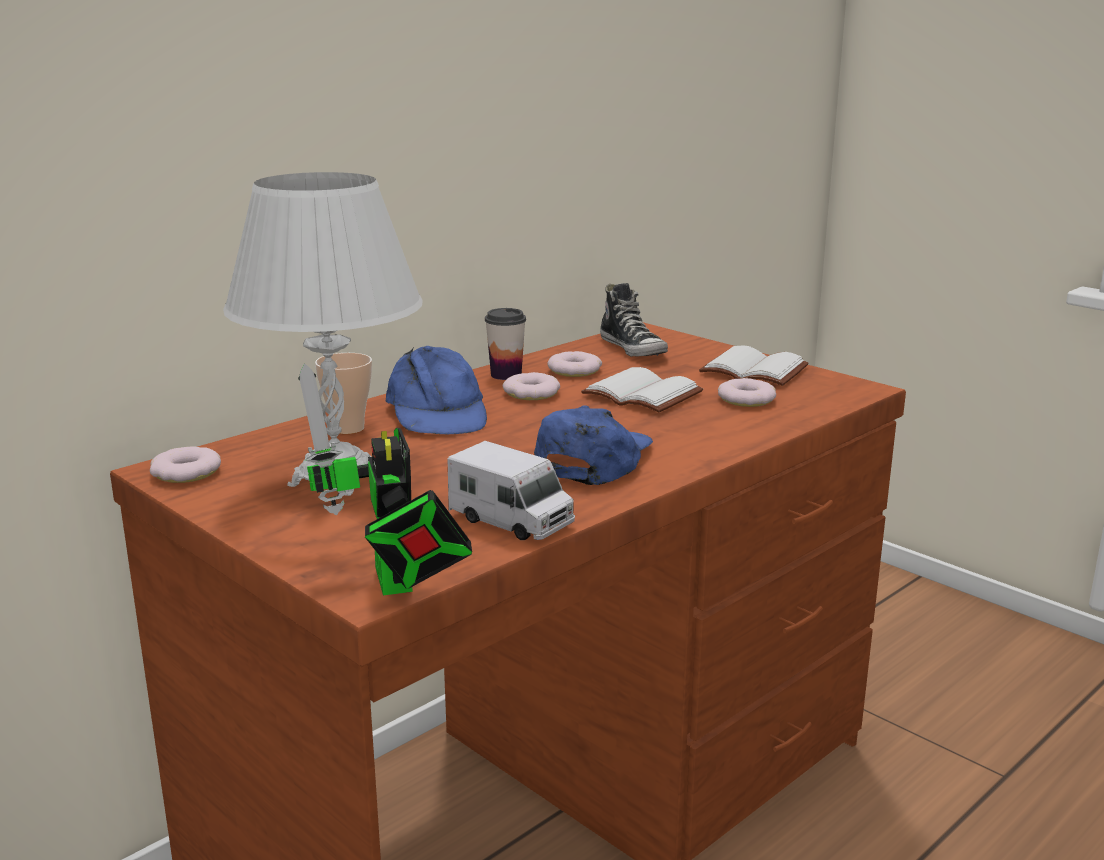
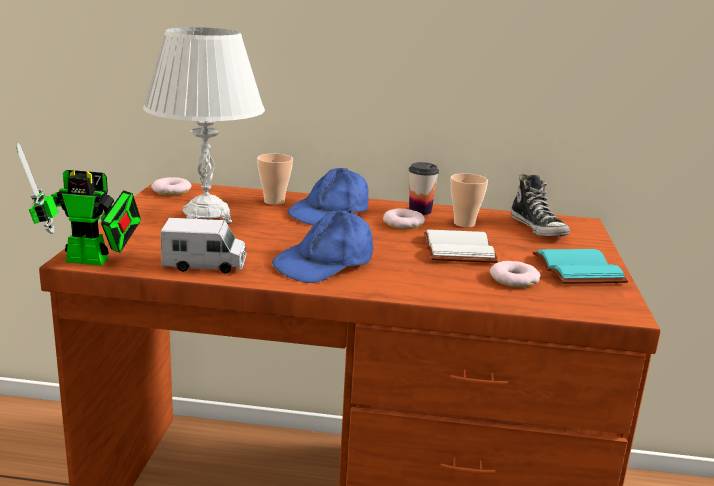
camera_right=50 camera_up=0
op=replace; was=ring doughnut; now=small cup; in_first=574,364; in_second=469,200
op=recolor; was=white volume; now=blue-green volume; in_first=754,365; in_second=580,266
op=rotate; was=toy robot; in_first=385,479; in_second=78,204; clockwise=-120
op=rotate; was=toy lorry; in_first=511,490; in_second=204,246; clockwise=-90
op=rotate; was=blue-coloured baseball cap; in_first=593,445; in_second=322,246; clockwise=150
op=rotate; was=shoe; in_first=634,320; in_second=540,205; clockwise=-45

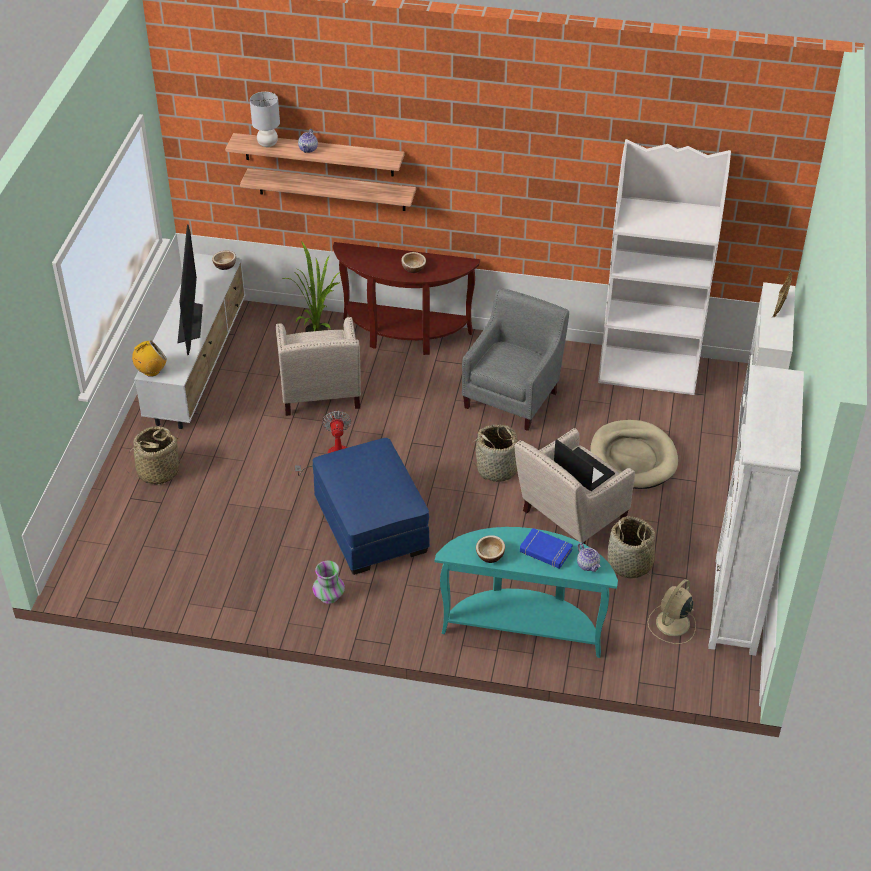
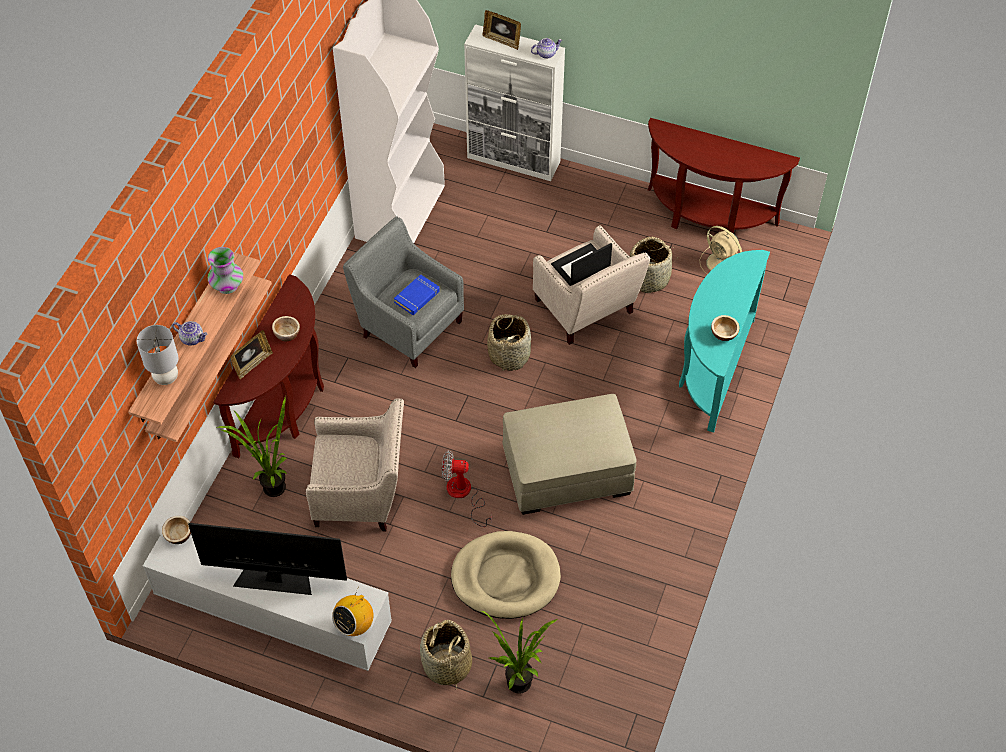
camera_right=-80 camera_up=10
op=insert; now=standing frame; in_second=252,354
op=insert; now=houseplant; in_second=519,652
op=move; was=flower vase; in_first=328,582; in_second=225,270
op=move; was=blue-coloured volume; in_first=546,548; in_second=417,294
op=move; was=tea pot; in_first=588,557; in_second=546,48
op=move; was=beige-coloured dog cushion; in_first=634,454; in_second=506,575
op=replace; was=white bookcase; now=brown-coloured hall table; in_first=756,510; in_second=724,175
op=recolor; was=blue-coloured pouffe; now=beige-coloured pouffe; in_first=371,506; in_second=569,454
op=rotate; was=radio set; in_first=149,358; in_second=353,612; clockwise=-120

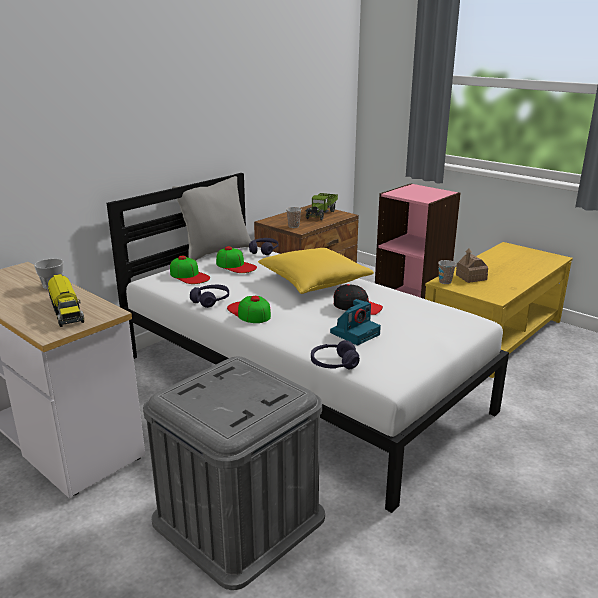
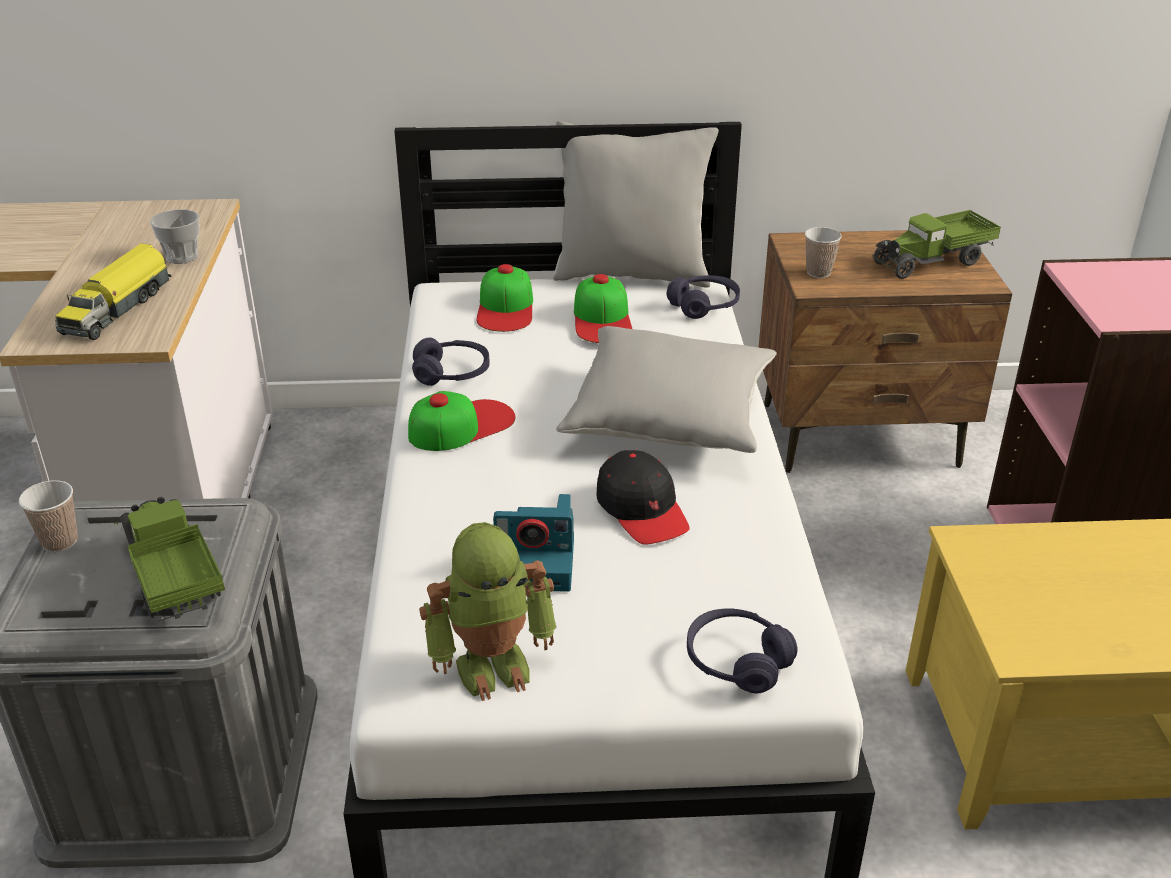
camera_right=45 camera_up=10
op=delete; was=toy house; in_first=472,265
op=insert; now=toy lorry; in_second=169,559
op=insert; now=toy robot; in_second=487,611
op=move; was=purple-coloured headset; in_first=335,355; in_second=742,650
op=move; was=small cup; in_first=447,272; in_second=48,516
op=recolor; was=yellow cushion; now=greyish cushion; in_first=316,271; in_second=666,389
op=rotate; was=baseball cap; in_first=249,309; in_second=462,421; clockwise=45

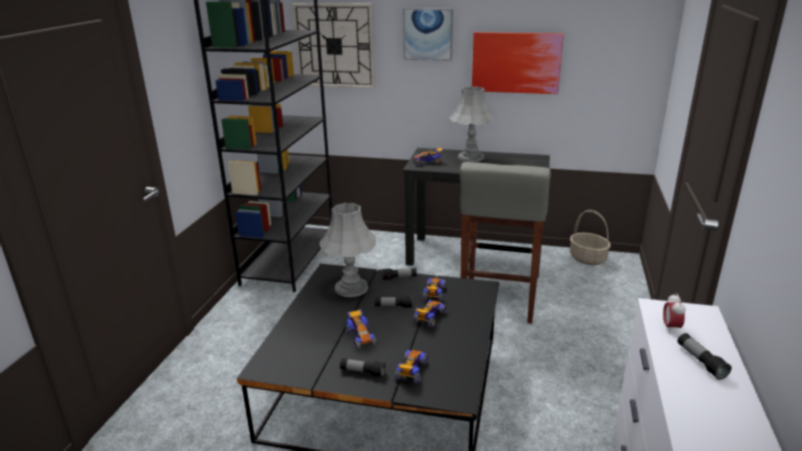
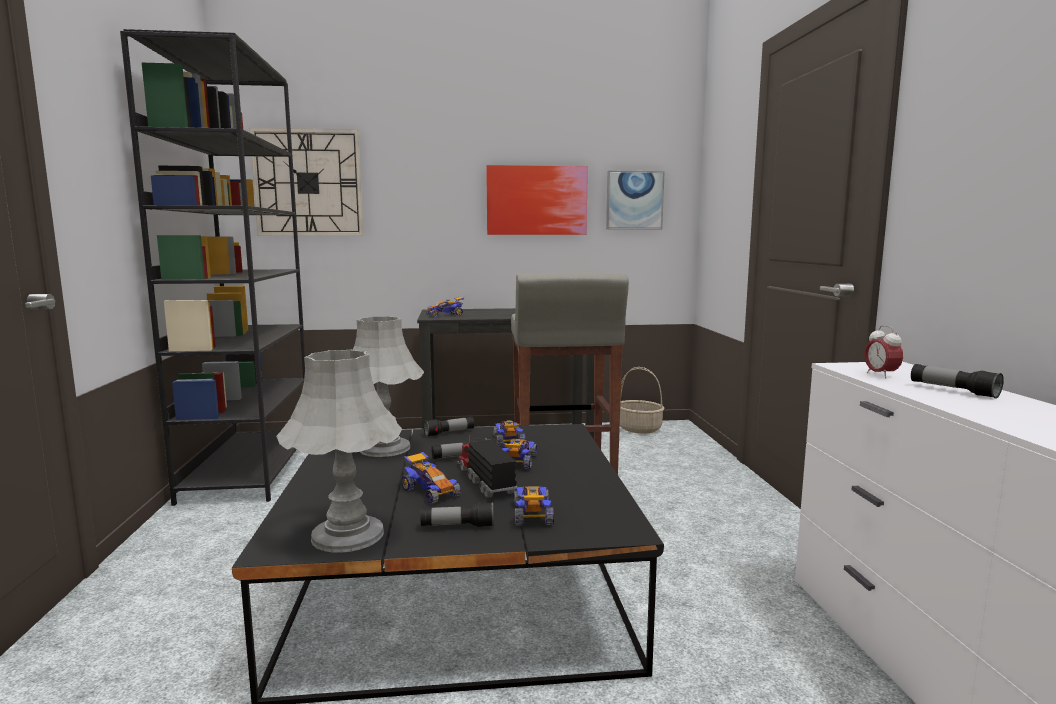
camera_right=-20 camera_up=-15
op=insert; now=toy lorry; in_second=487,466
op=move; was=wall picture; in_first=428,34; in_second=635,199
op=move; was=greyish table lamp; in_first=472,124; in_second=339,451

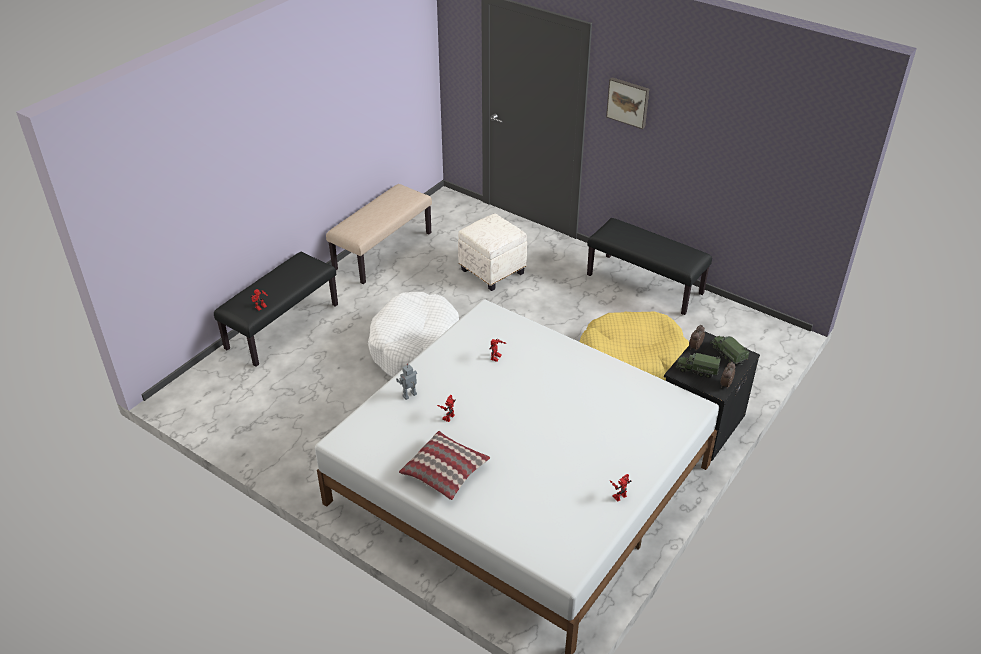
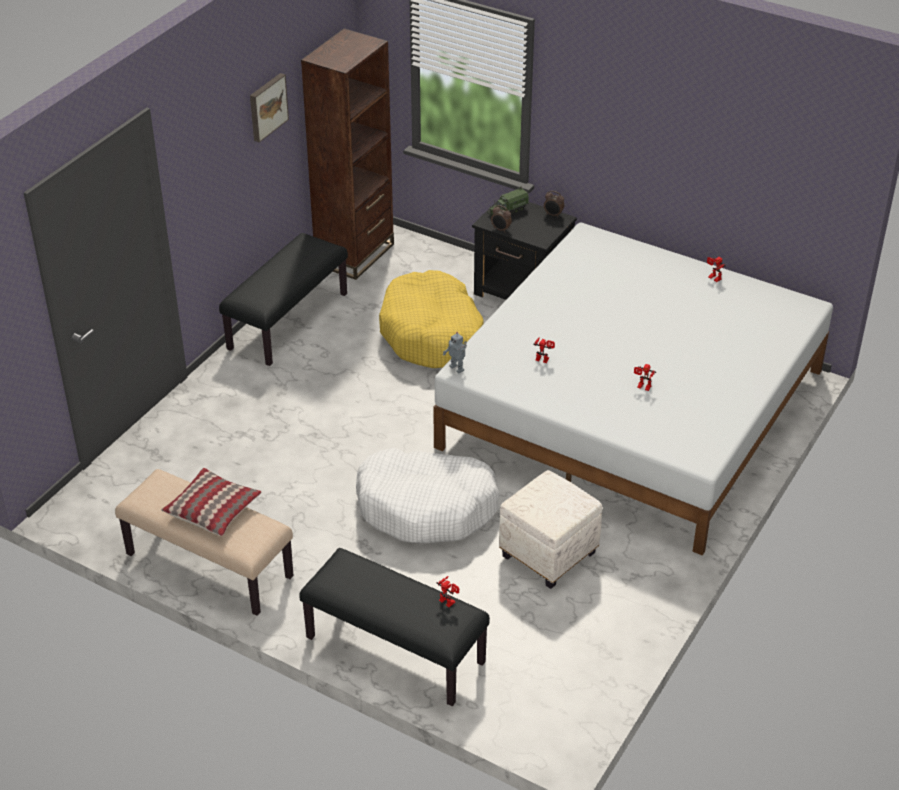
camera_right=-95 camera_up=0
op=delete; was=toy lorry; in_first=698,365
op=insert; now=brown-coloured bookcase; in_second=347,154
op=move; was=toy robot; in_first=406,382; in_second=455,352
op=move; was=cushion; in_first=444,465; in_second=211,502
op=move; was=white pouffe; in_first=492,252; in_second=551,529
op=move; was=wall picture; in_first=627,103; in_second=269,107

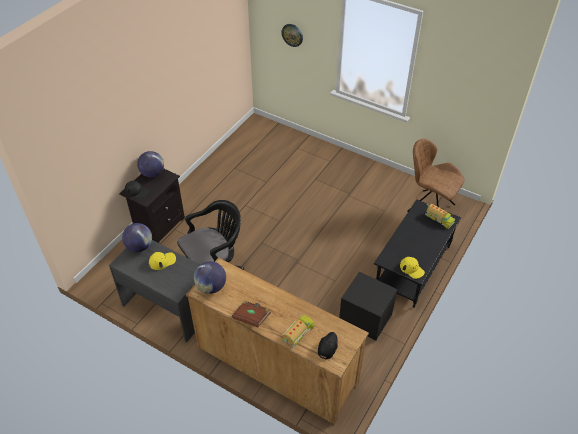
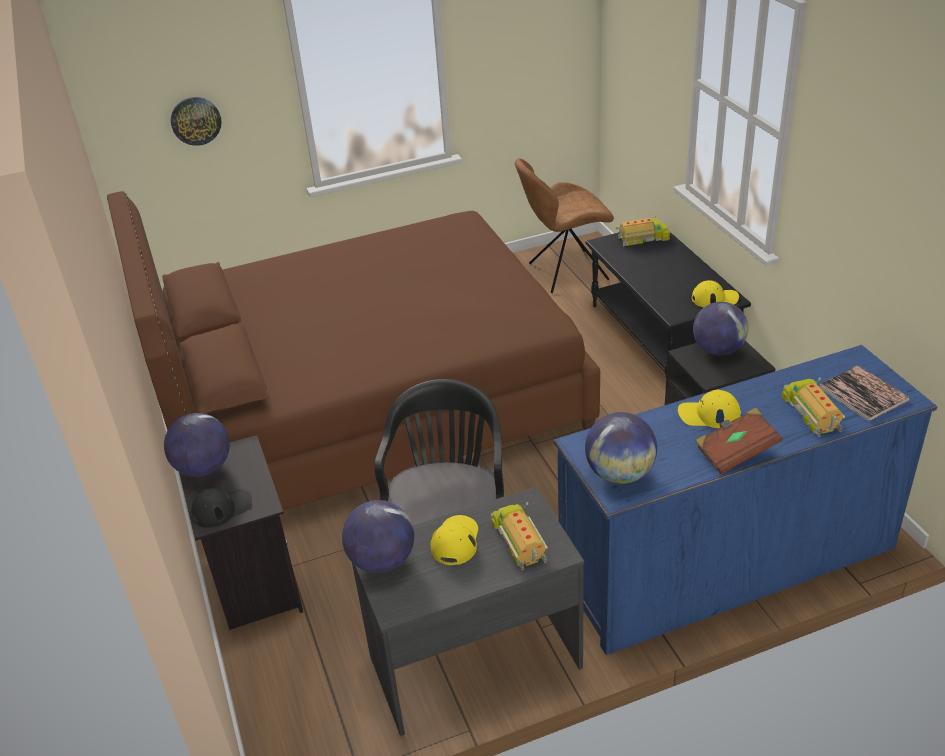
camera_right=-50 camera_up=-10
op=insert; now=brown-coloured bed; in_second=353,351
op=insert; now=toy lorry; in_second=519,536
op=insert; now=yellow baseball cap; in_second=709,409
op=insert; now=world globe; in_second=720,328
op=replace; was=black baseball cap; now=volume; in_first=328,346; in_second=865,393
op=recolor; was=brown-coloured drawer chest; now=blue-coloured drawer chest; in_first=277,341; in_second=745,500

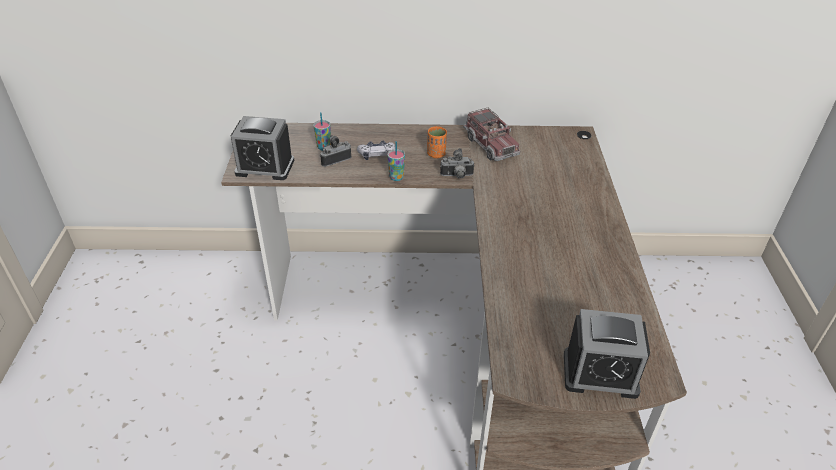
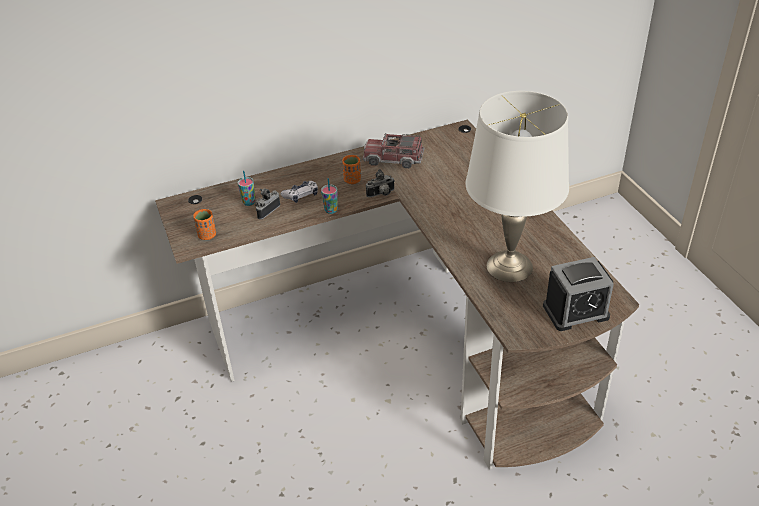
camera_right=-20 camera_up=0
op=insert; now=white table lamp; in_second=517,186
op=replace; was=alarm clock; now=orange small cup; in_first=262,148; in_second=204,224
op=rotate; was=toy lorry; in_first=491,134; in_second=394,150; clockwise=150

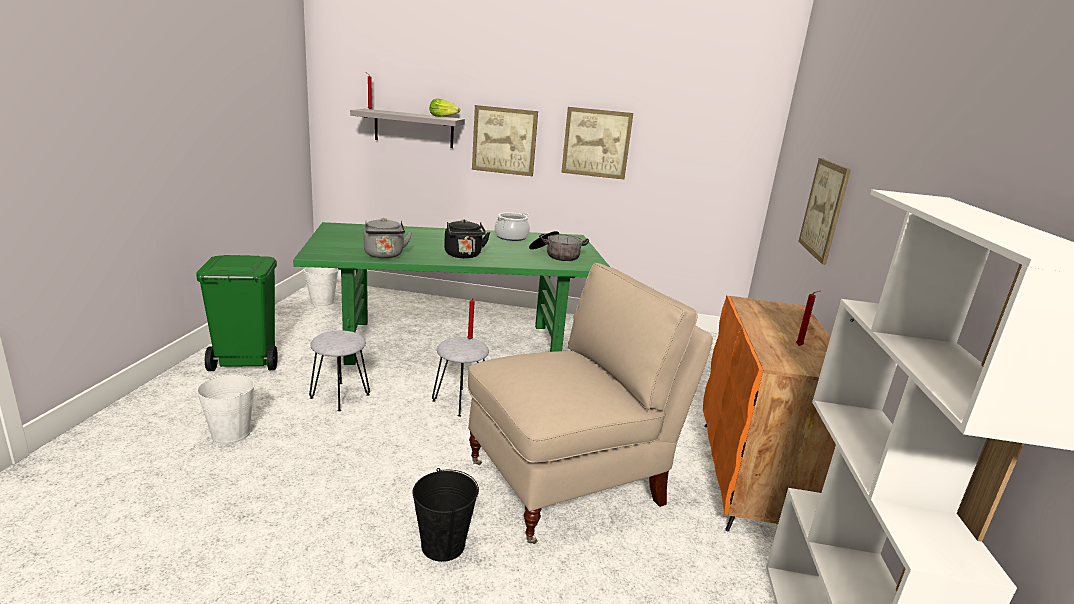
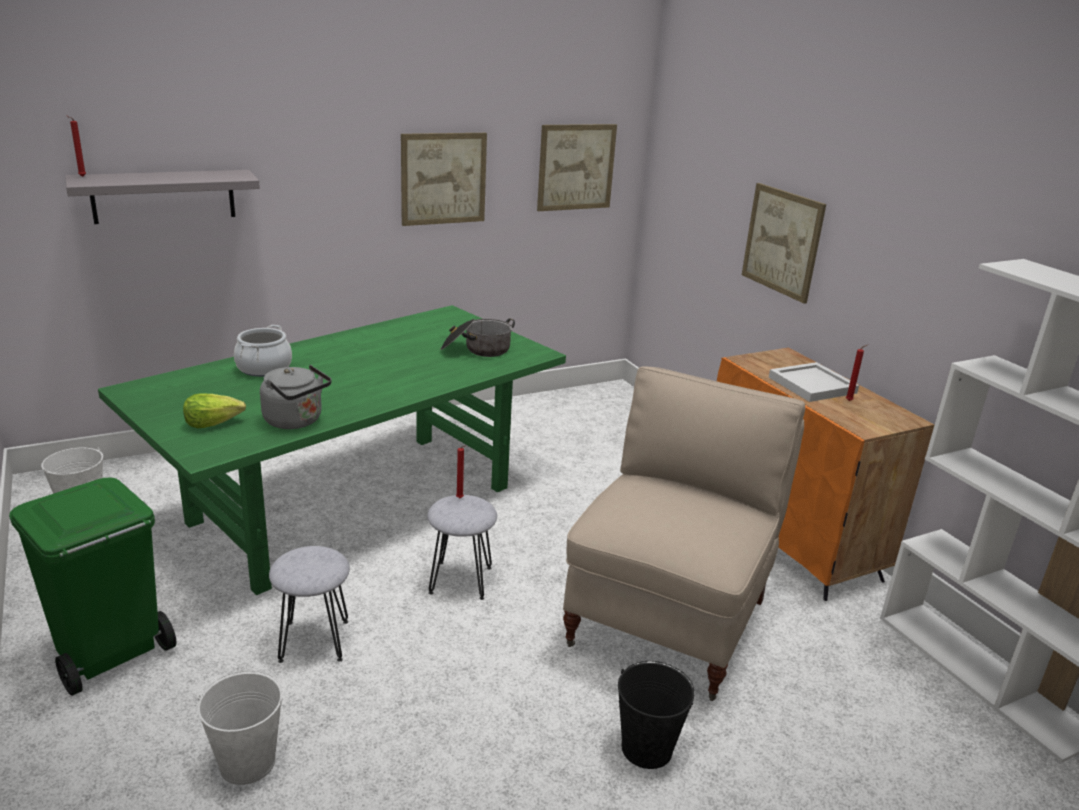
camera_right=-35 camera_up=5
op=delete; was=black tea kettle; in_first=467,238
op=insert; now=white serving tray; in_second=814,382
op=move; was=lettuce head; in_first=444,107; in_second=214,410
op=move; was=wall picture; in_first=505,140; in_second=577,167
op=move; was=stockpot; in_first=512,227; in_second=263,351

